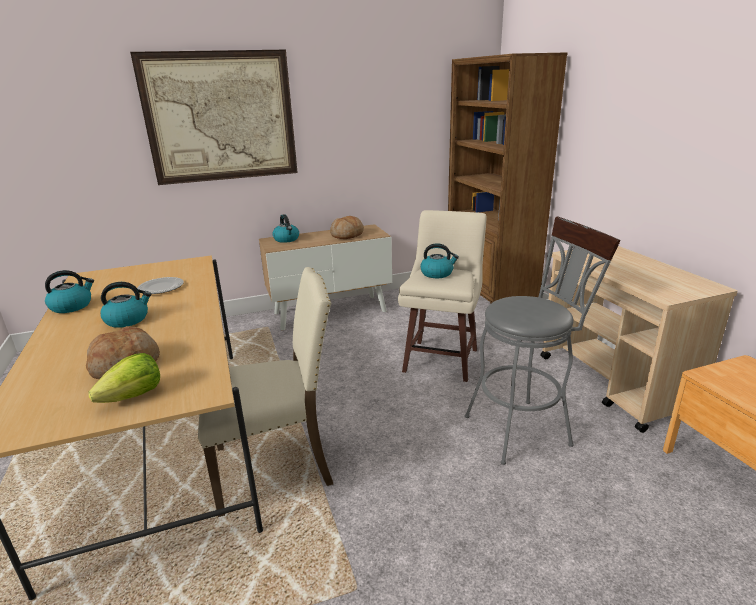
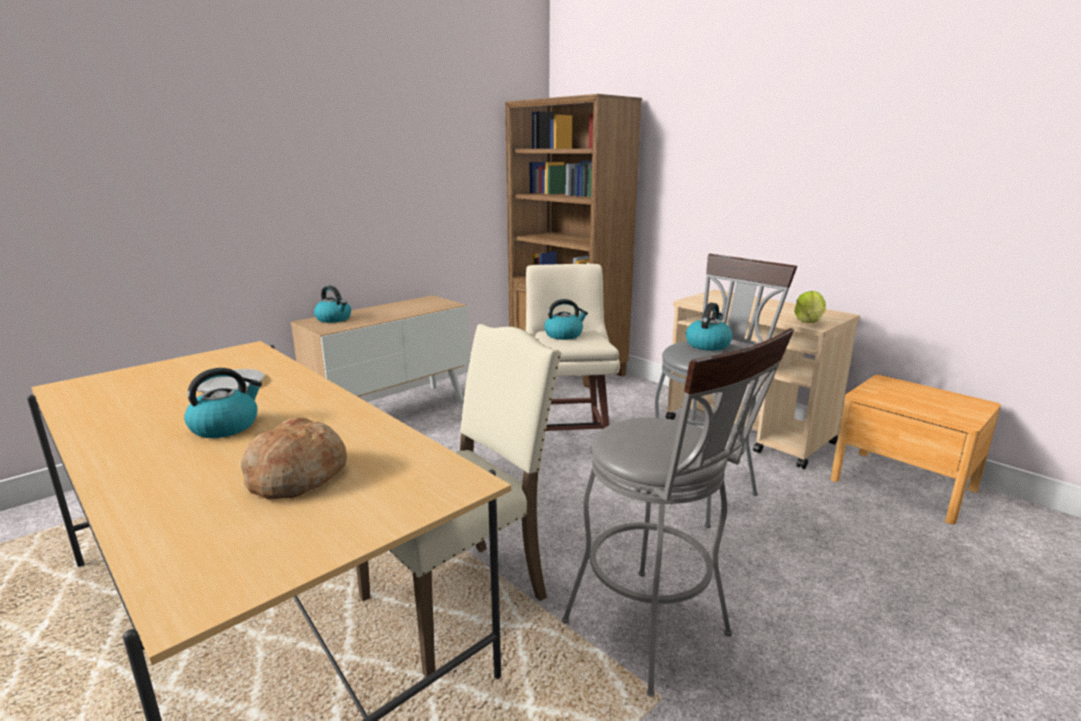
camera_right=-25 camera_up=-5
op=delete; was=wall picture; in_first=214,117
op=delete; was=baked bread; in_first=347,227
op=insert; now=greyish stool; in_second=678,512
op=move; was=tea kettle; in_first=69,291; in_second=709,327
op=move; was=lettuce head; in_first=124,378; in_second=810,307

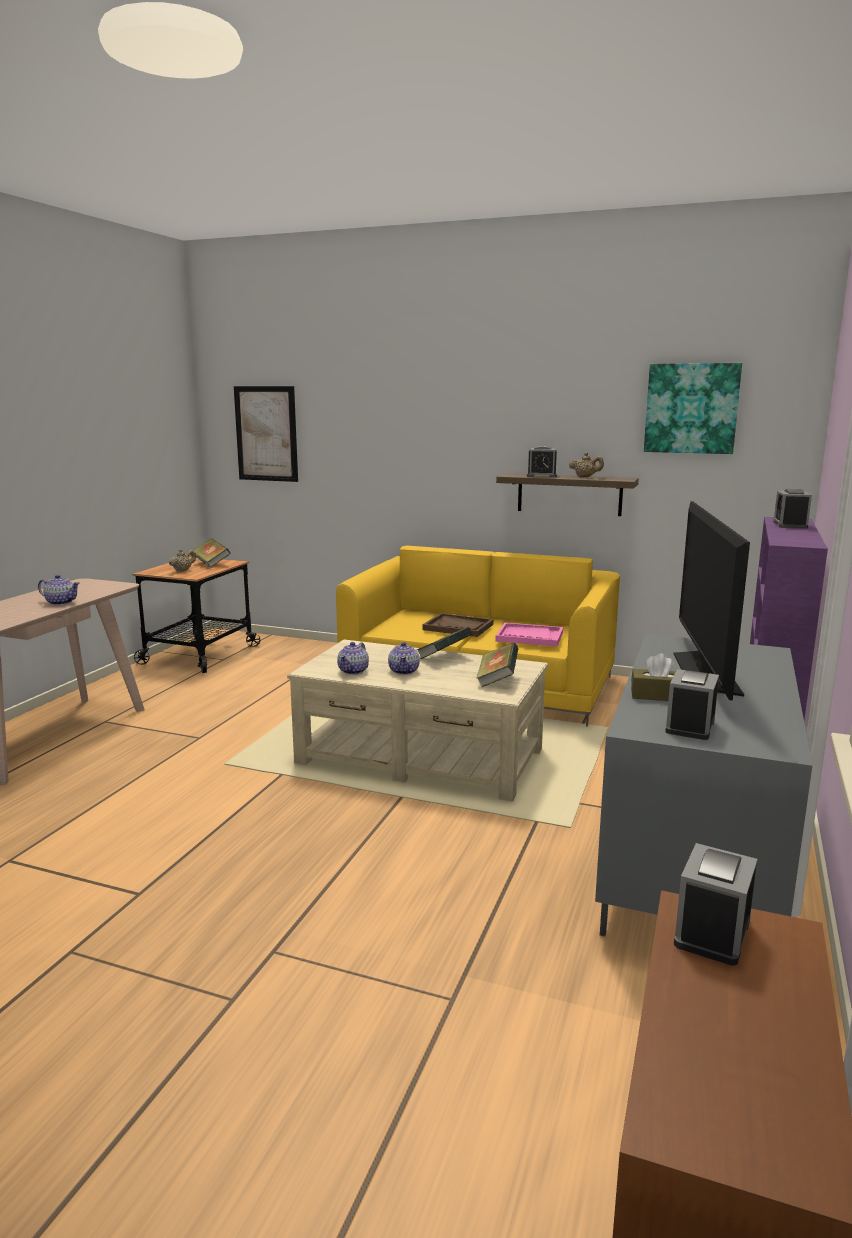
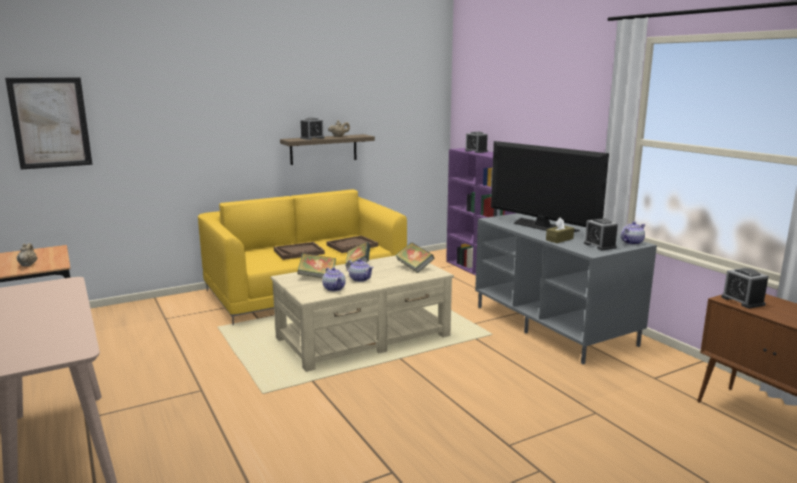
camera_right=-50 camera_up=0
op=delete; was=wall picture; in_first=693,408
op=move; was=tea pot; in_first=59,590; in_second=633,233
op=move; was=volume; in_first=211,553; in_second=316,265
op=recolor; was=pink-coloured serving tray; now=brown-coloured serving tray; in_first=529,635; in_second=352,244

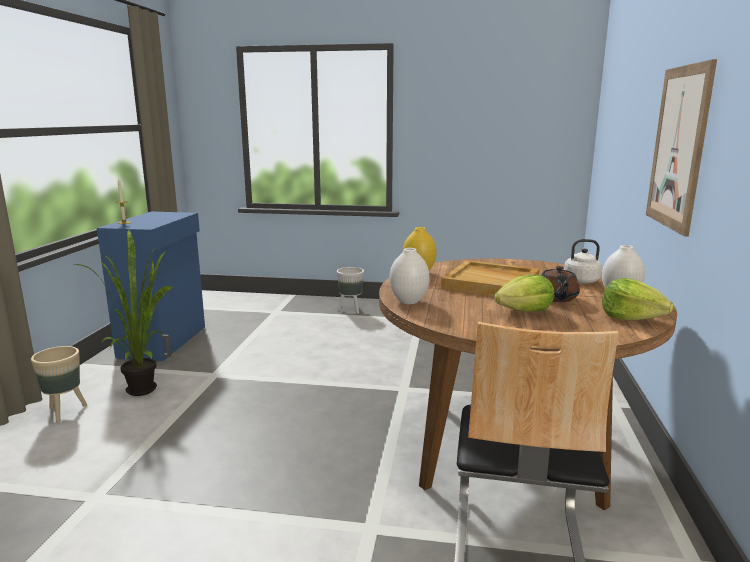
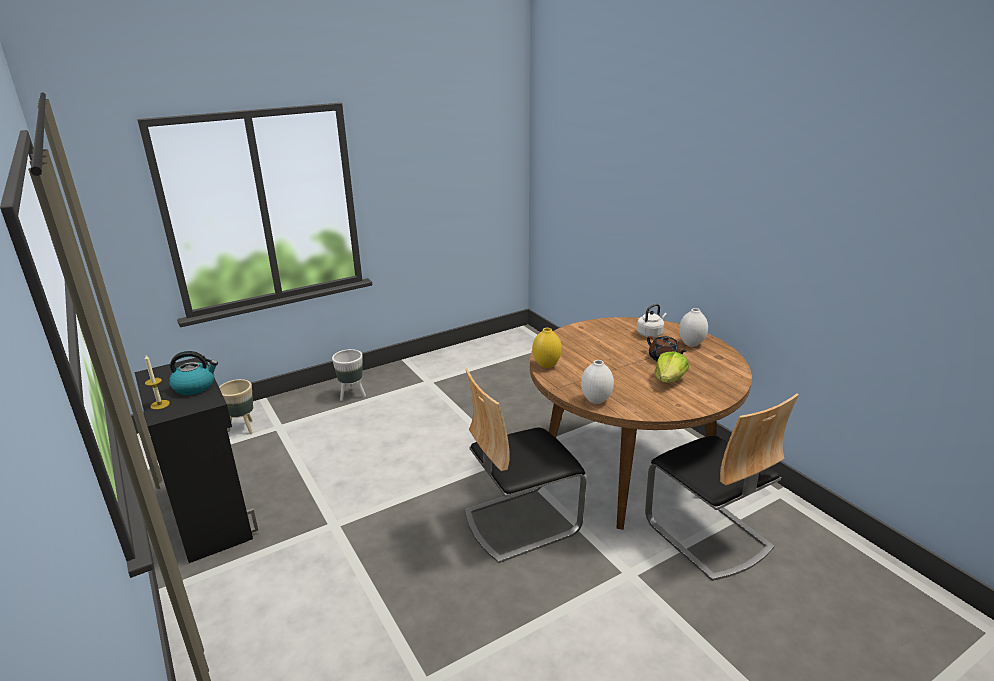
camera_right=-40 camera_up=10
op=delete; was=houseplant; in_first=123,313
op=delete; was=beige-coloured serving tray; in_first=490,278
op=delete; was=lettuce head; in_first=638,299
op=delete; was=wall picture; in_first=681,148
op=insert; now=tea kettle; in_second=193,373
op=insert; now=chair; in_second=525,465
op=move; was=beige-coloured flower pot; in_first=59,384; in_second=236,406
op=recolor; was=blue-coloured storage cabinet; now=black storage cabinet; in_first=151,286; in_second=196,459

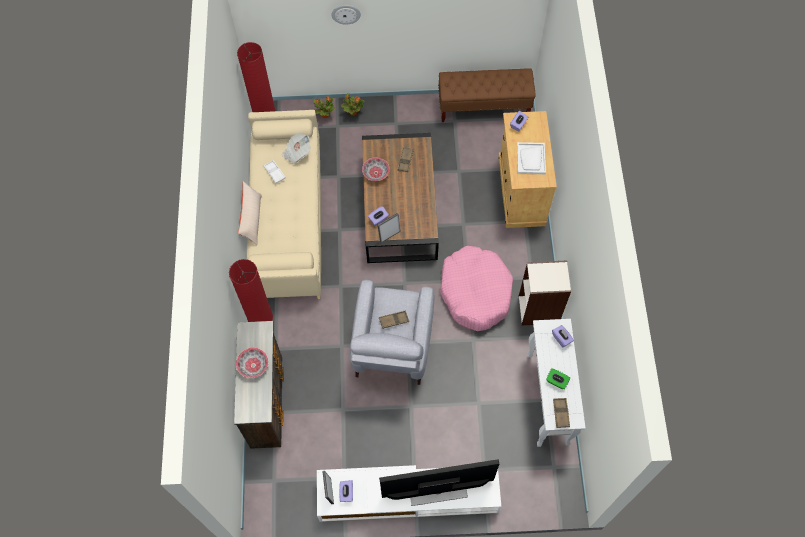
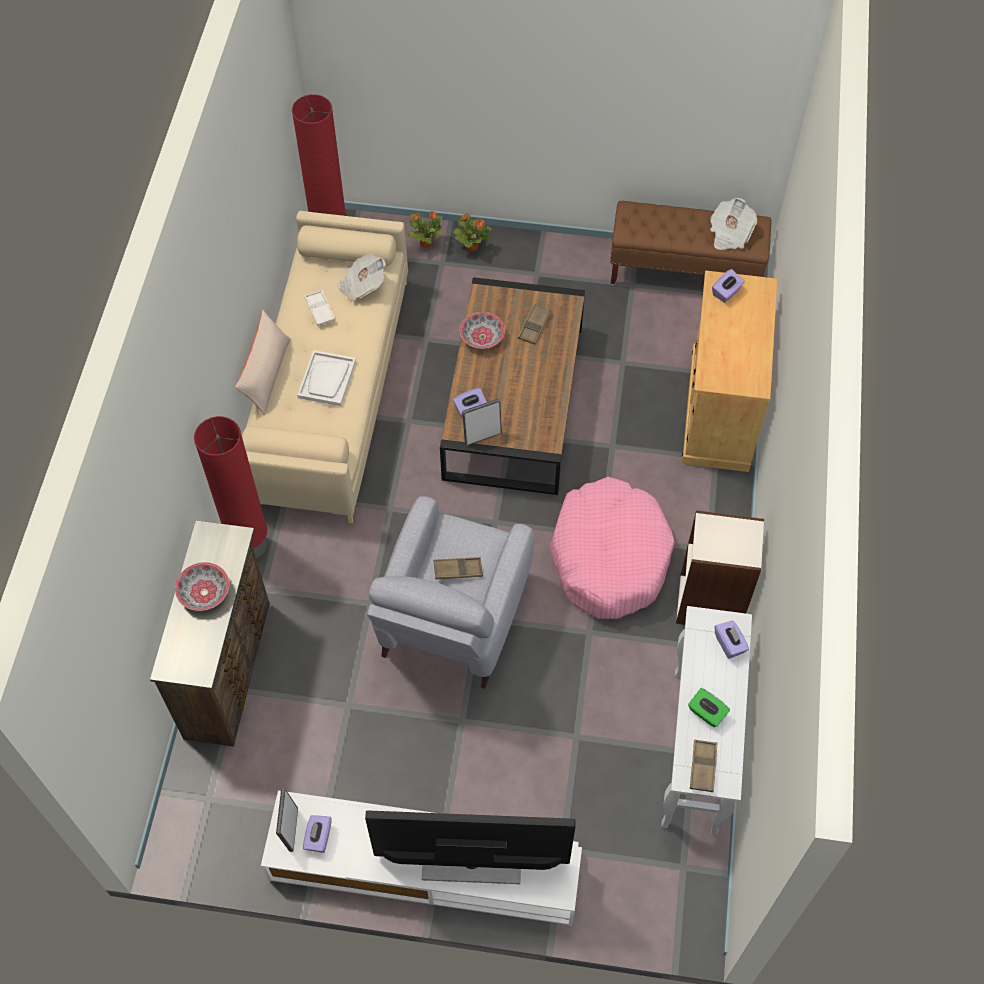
camera_right=10 camera_up=-5
op=delete; was=hanging clock; in_first=346,15
op=insert; now=daily paper; in_second=733,224
op=move; was=white serving tray; in_first=531,158; in_second=326,378

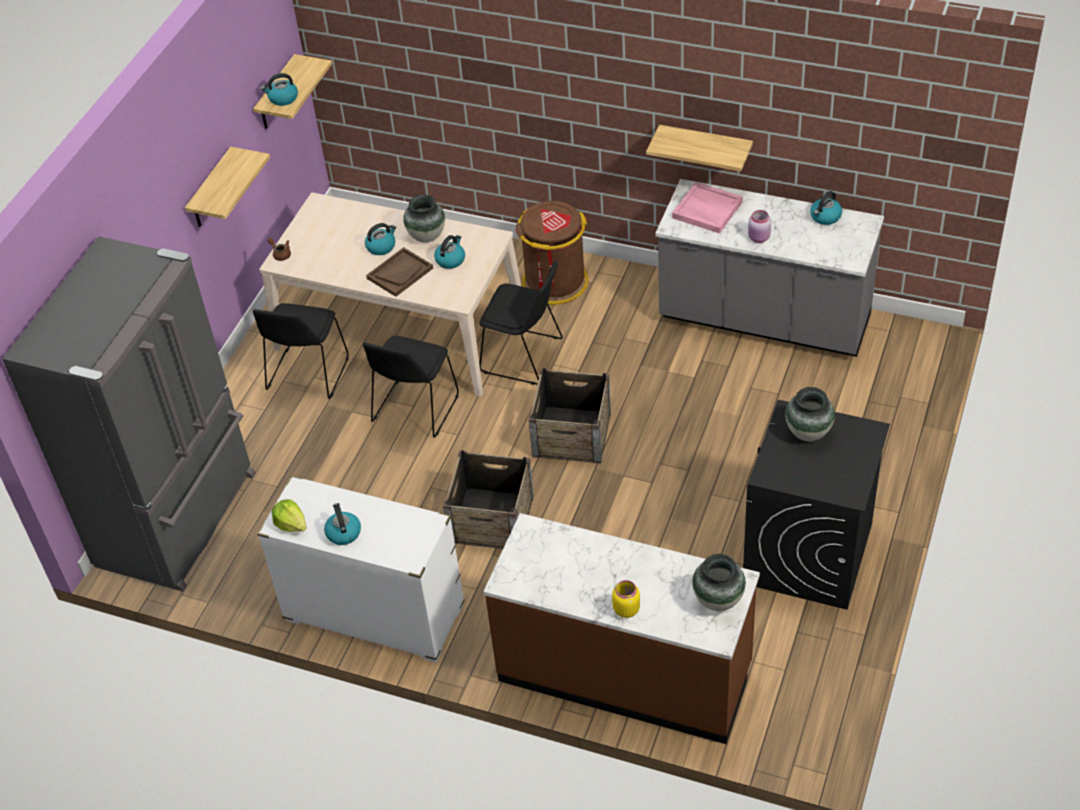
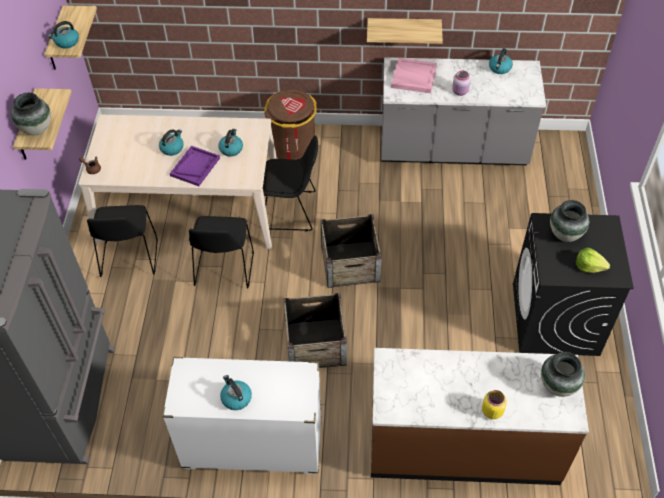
camera_right=-20 camera_up=5
op=move; was=lettuce head; in_first=289,515; in_second=593,260
op=move; was=flower vase; in_first=424,219; in_second=31,114
op=recolor; was=brown-coloured serving tray; now=purple-coloured serving tray; in_first=399,272; in_second=195,166

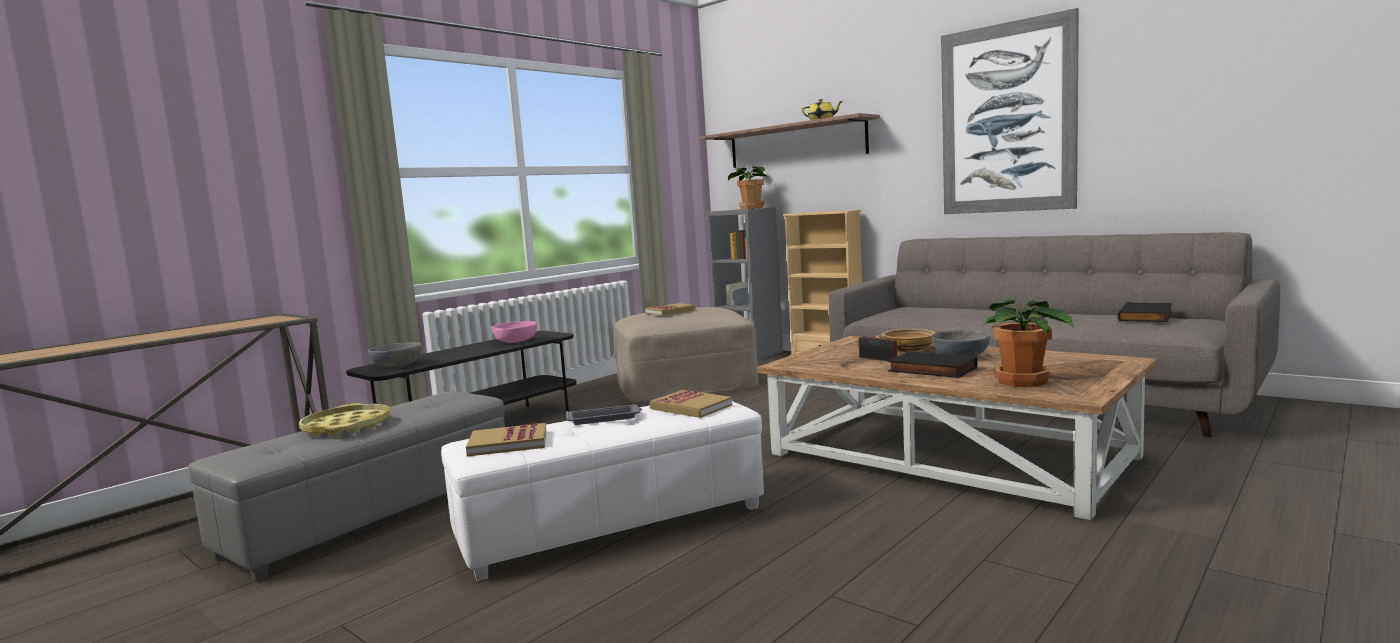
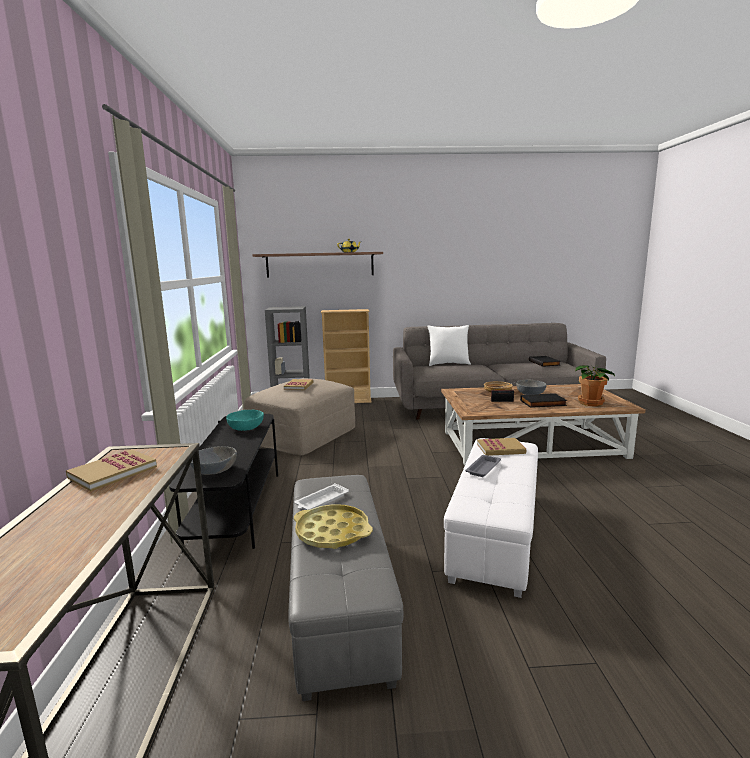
camera_right=-45 camera_up=5
op=delete; was=houseplant; in_first=748,188
op=delete; was=wall picture; in_first=1010,111
op=insert; now=white serving tray; in_second=321,496
op=insert; now=white cushion; in_second=449,345
op=move; was=volume; in_first=506,440; in_second=111,470
op=recolor; was=pink-coloured deep dish; now=blue-green deep dish; in_first=514,332; in_second=245,420

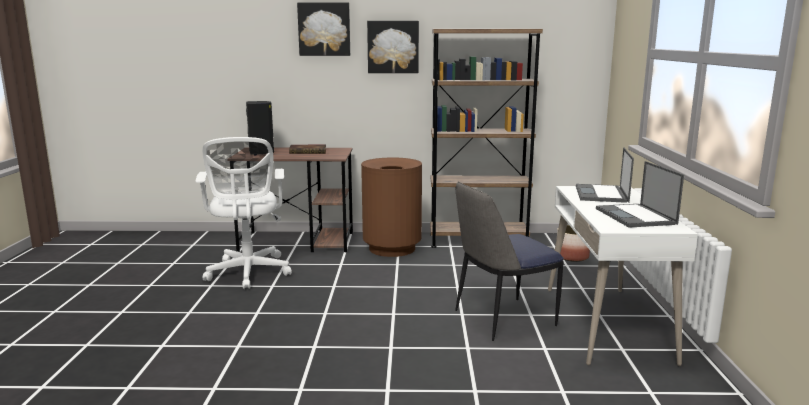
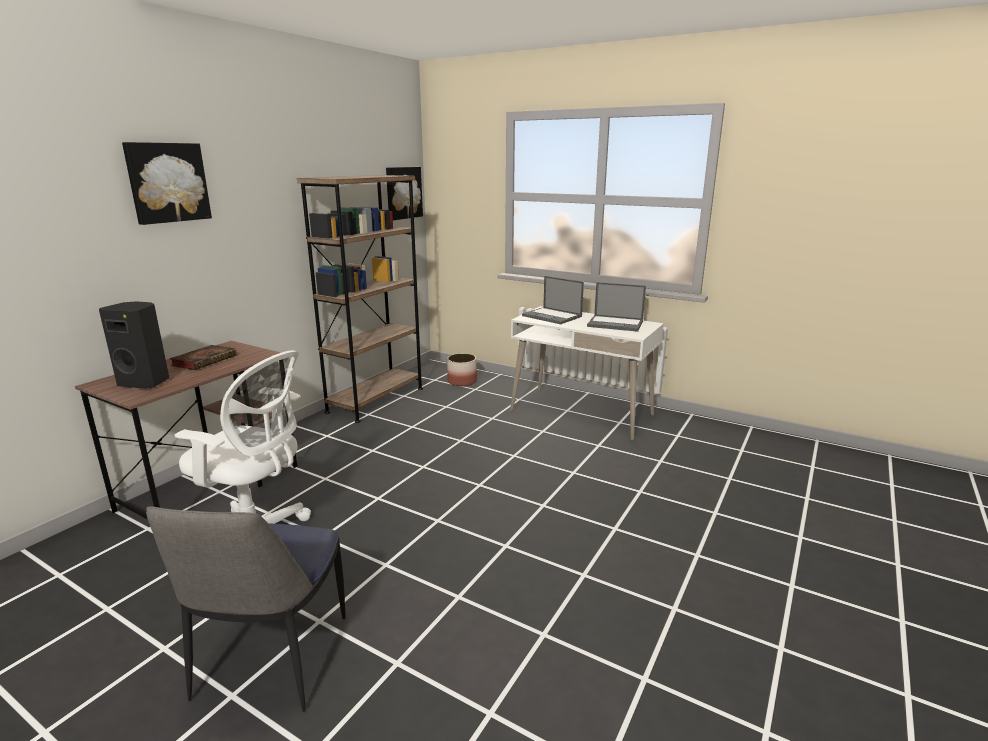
camera_right=-60 camera_up=5
op=delete; was=brown-coloured waste bin; in_first=391,207
op=move; was=wall picture; in_first=393,47; in_second=404,193
op=move; was=chair; in_first=509,261; in_second=245,609

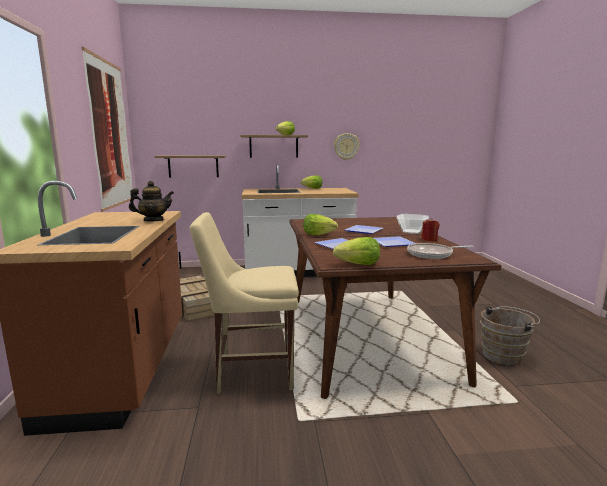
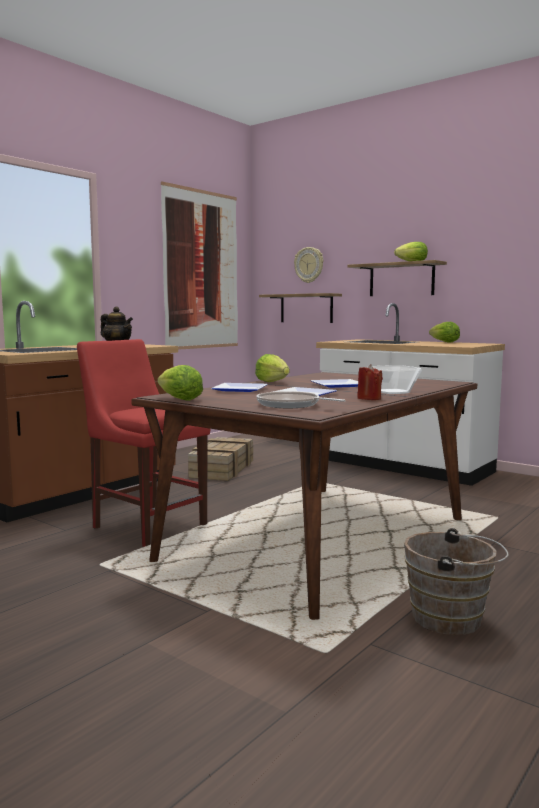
camera_right=45 camera_up=-5
op=move; was=hanging clock; in_first=347,146; in_second=308,265
op=recolor; was=beige-coloured chair; now=reddish chair; in_first=244,303; in_second=144,443

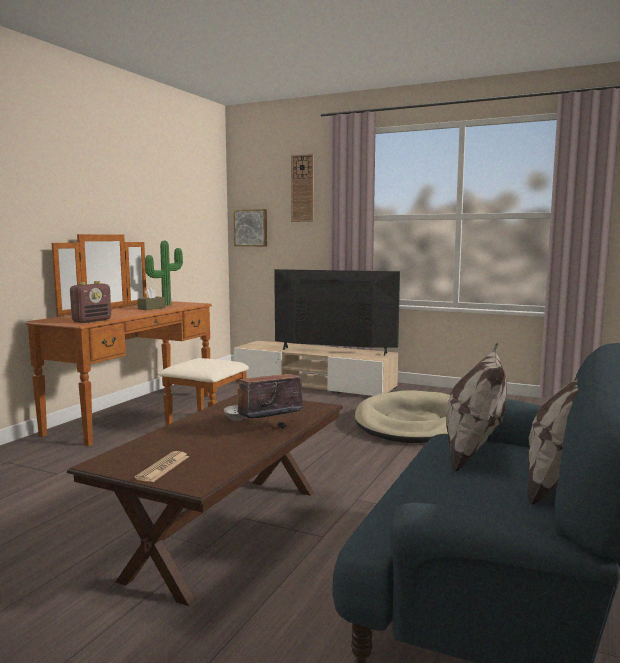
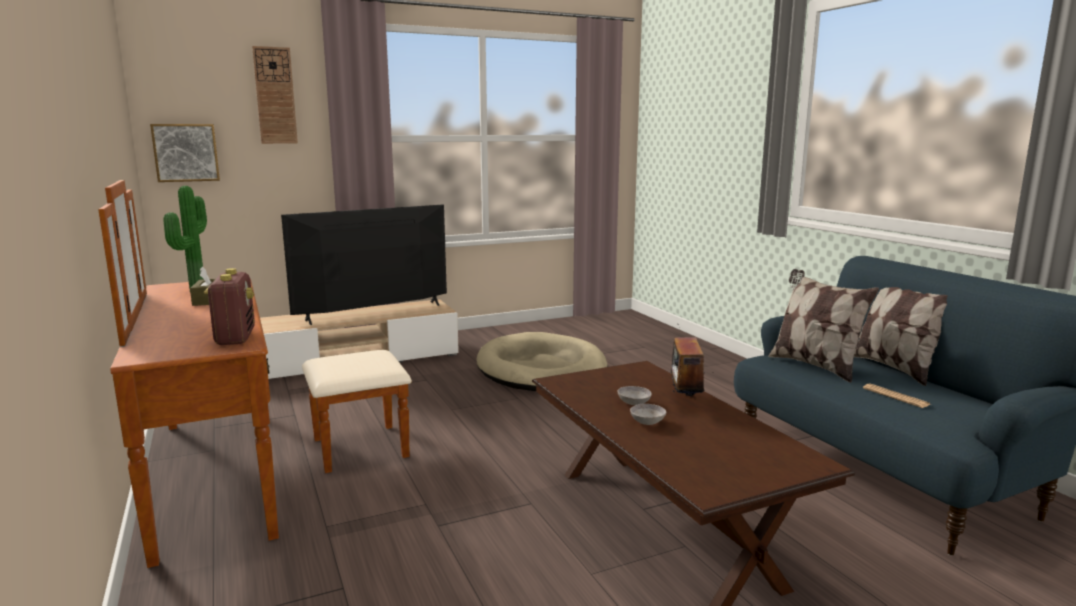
camera_right=-50 camera_up=5
op=insert; now=greyish deep dish; in_second=648,414
op=move; was=daily paper; in_first=162,466; in_second=897,396

